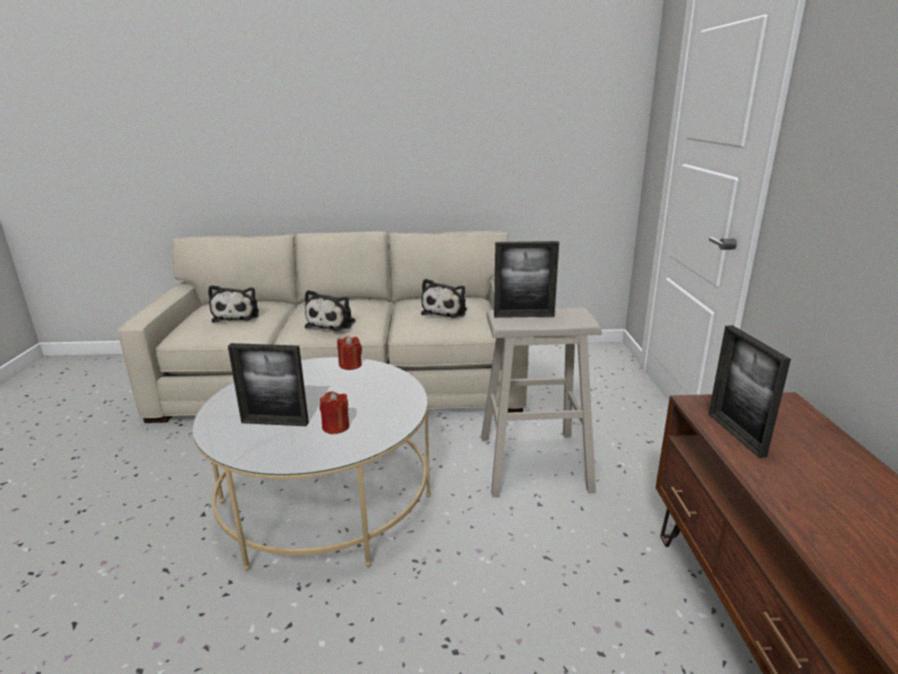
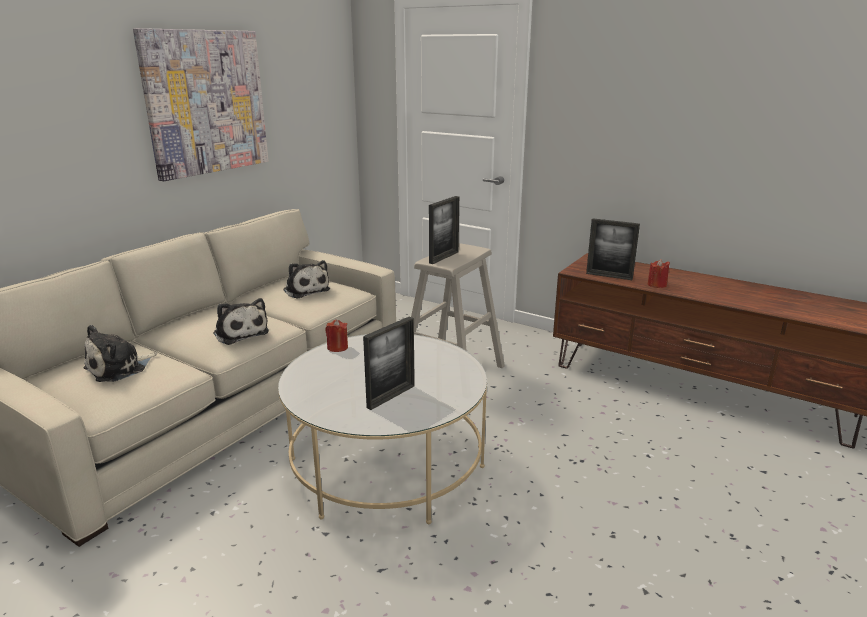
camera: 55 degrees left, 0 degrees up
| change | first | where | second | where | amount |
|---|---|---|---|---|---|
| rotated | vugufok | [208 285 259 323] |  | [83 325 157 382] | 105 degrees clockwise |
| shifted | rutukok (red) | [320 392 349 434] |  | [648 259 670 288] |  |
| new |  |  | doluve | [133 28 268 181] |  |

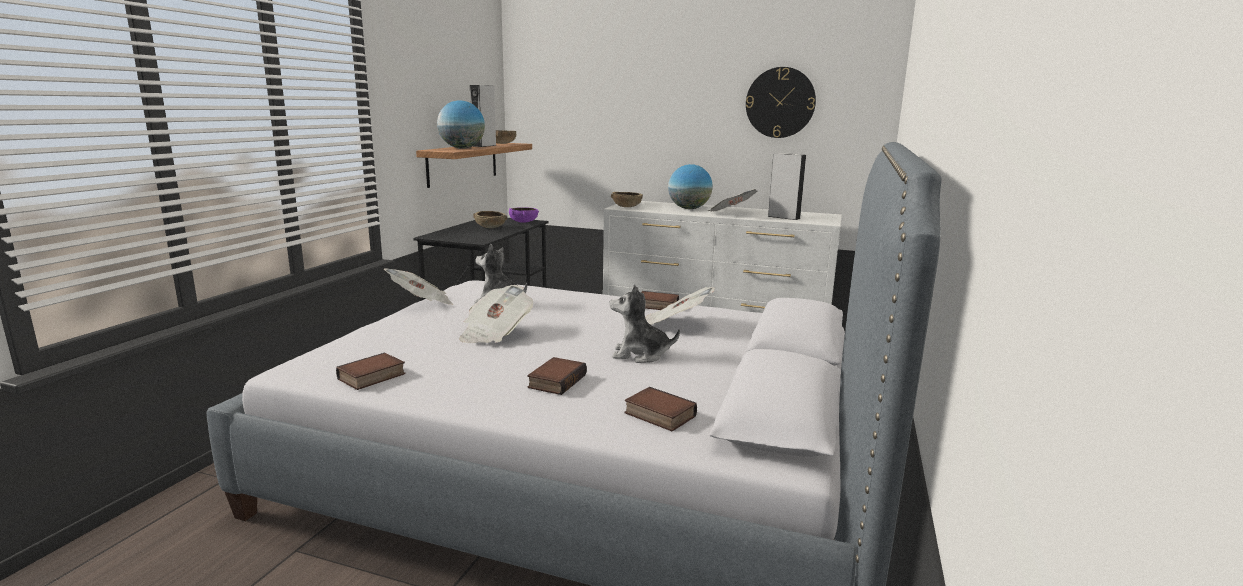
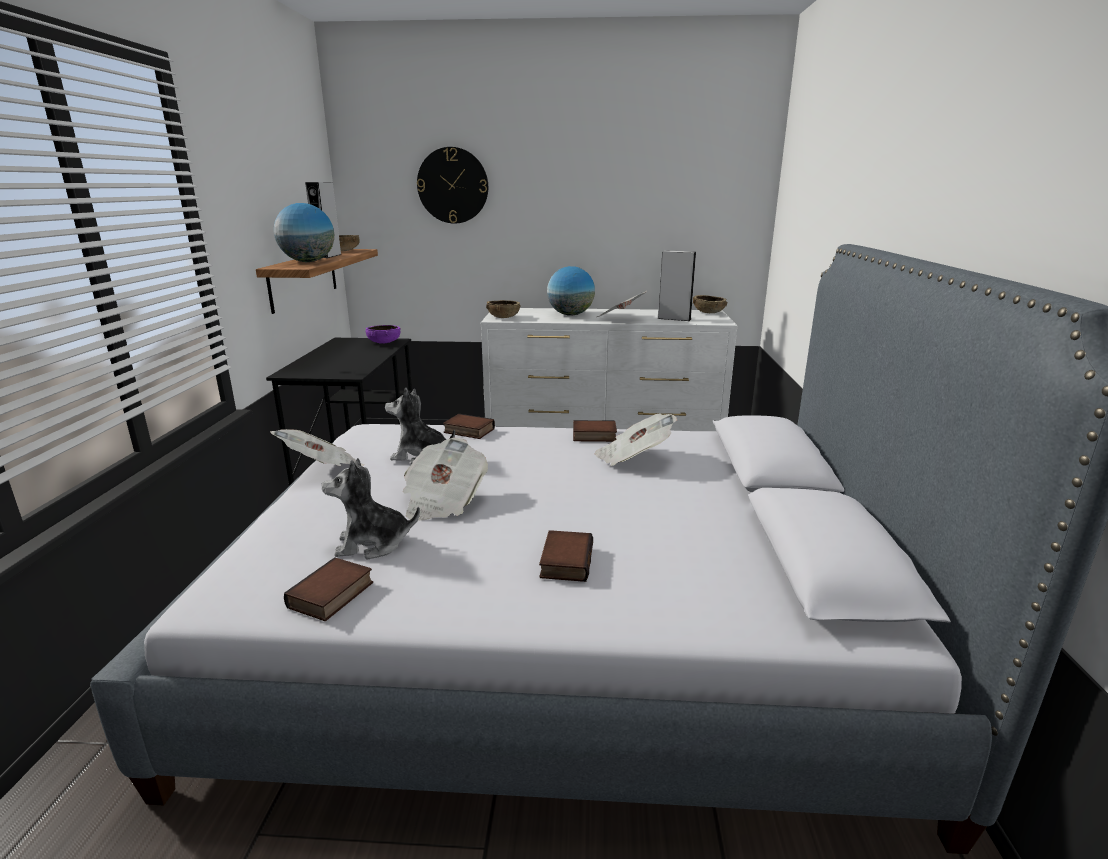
camera: 15 degrees left, 5 degrees up
| change | first | where | second | where | amount |
|---|---|---|---|---|---|
| shifted | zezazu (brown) | [473 211 507 228] |  | [693 295 727 313] |  |
| shifted | vugufok | [609 284 680 363] |  | [322 458 420 559] |  |
| shifted | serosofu | [624 387 697 431] |  | [443 414 495 439] |  |
| shifted | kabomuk | [746 67 816 138] |  | [417 147 488 224] |  |

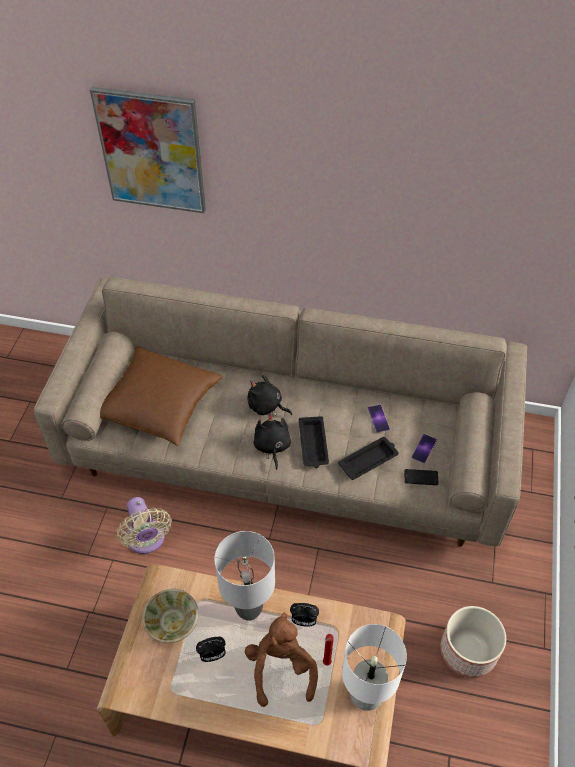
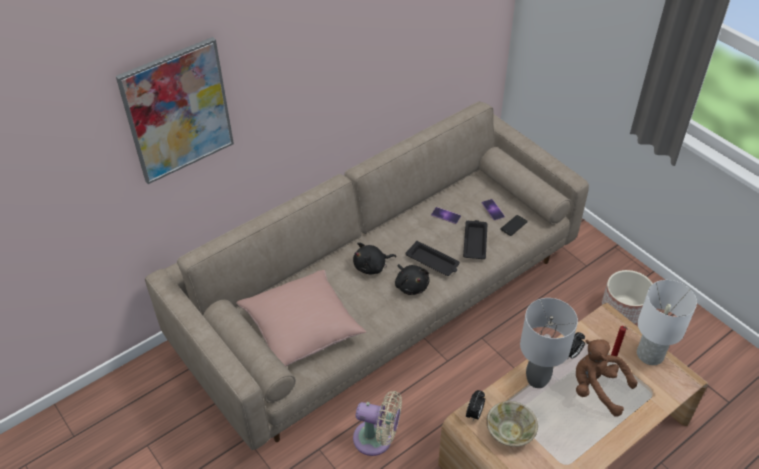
camera: 50 degrees left, 5 degrees down
| change | first | where | second | where | amount |
|---|---|---|---|---|---|
| repainted | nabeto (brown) | [100 346 222 446] | nabeto (pink) | [237 270 366 366] |  |
| shifted | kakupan | [196 637 226 662] |  | [466 390 485 421] |  |
| rotated | vugufok (black) | [253 414 291 470] |  | [395 264 430 295] | 150 degrees counterclockwise |

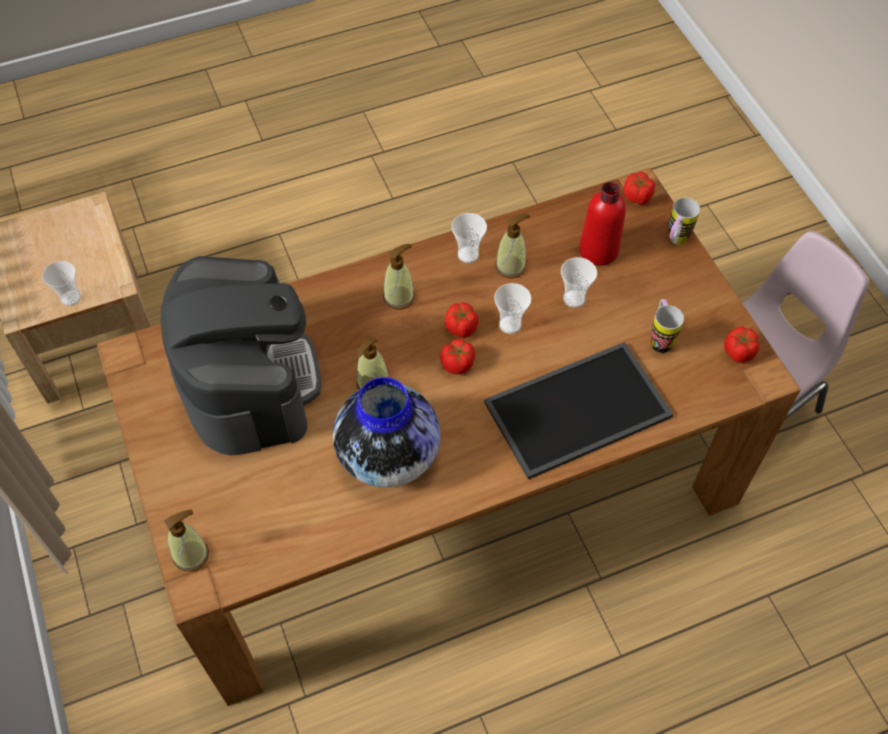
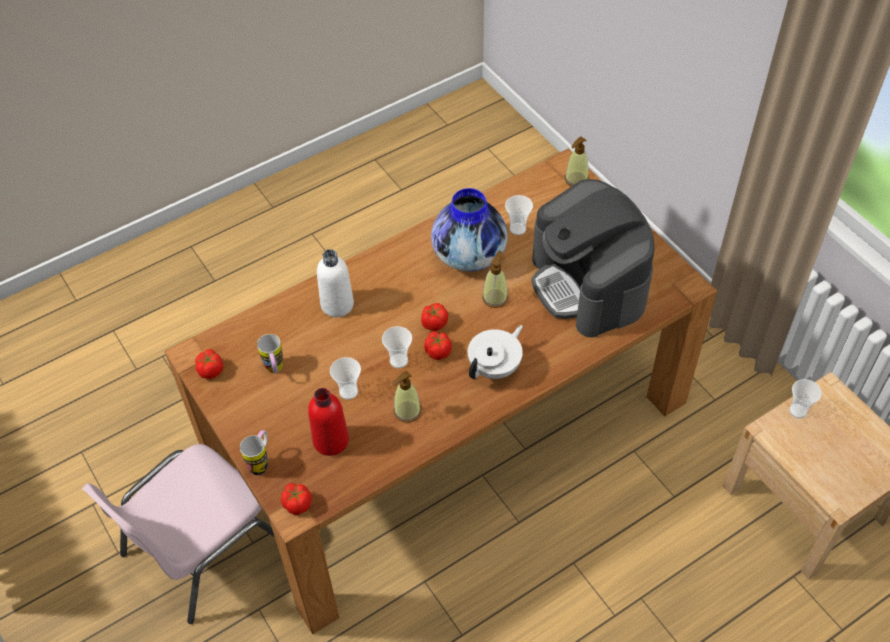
camera: 170 degrees right, 5 degrees down
| change | first | where | second | where | amount |
|---|---|---|---|---|---|
| swapped | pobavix | [383 244 415 310] | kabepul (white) | [468 325 523 379] |  |
| shifted | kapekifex | [451 213 487 263] |  | [505 195 533 235] |  |
| swapped | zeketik | [484 342 674 480] | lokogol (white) | [317 249 354 317] |  |

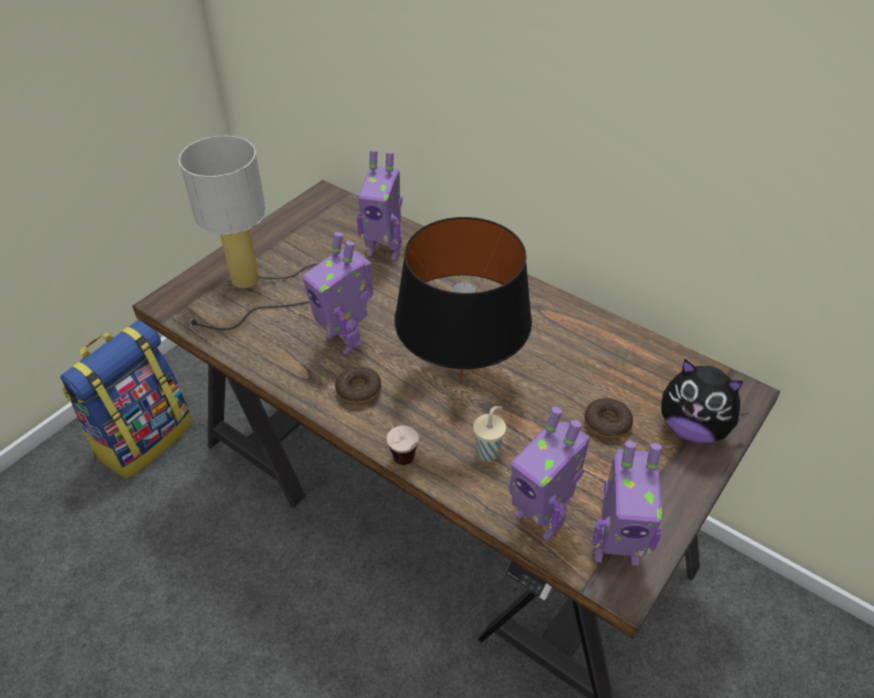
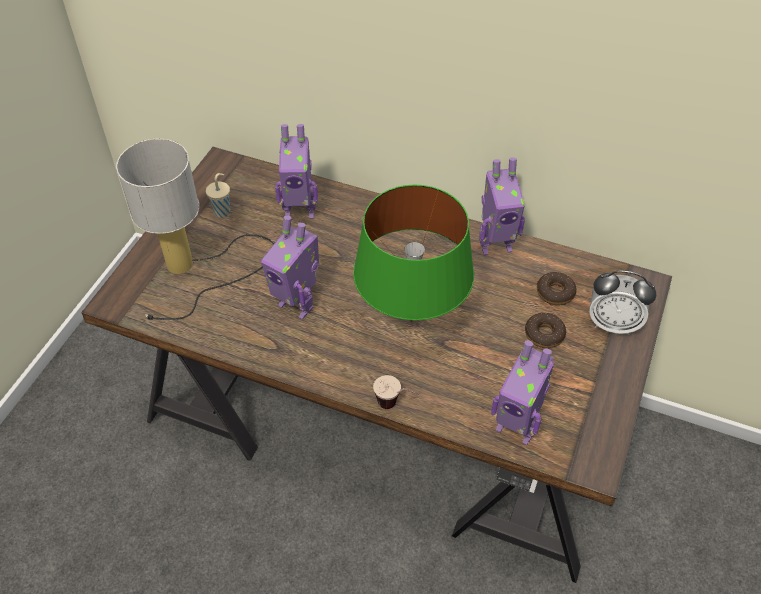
camera: 15 degrees left, 5 degrees up
| change | first | where | second | where | amount |
|---|---|---|---|---|---|
| gone | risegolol | [60 320 193 478] |  |  |  |
| shifted | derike | [335 366 381 405] |  | [537 272 577 306] |  |
| repainted | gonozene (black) | [394 217 532 381] | gonozene (green) | [353 185 474 322] |  |
| shifted | kapekifex (beige) | [473 406 506 462] |  | [206 173 230 218] |  |
| shifted | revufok | [592 441 662 566] |  | [479 157 525 255] |  |
| swapped | vugufok | [661 359 750 444] | kakupan | [589 271 656 335] |  |

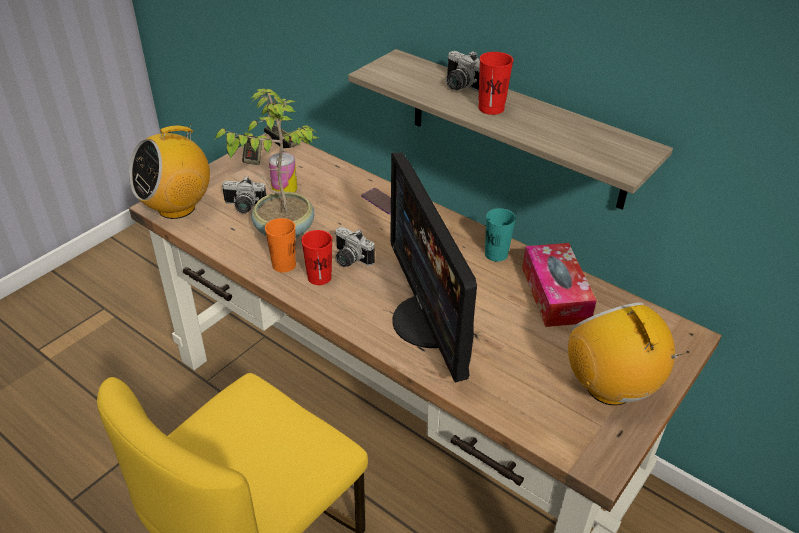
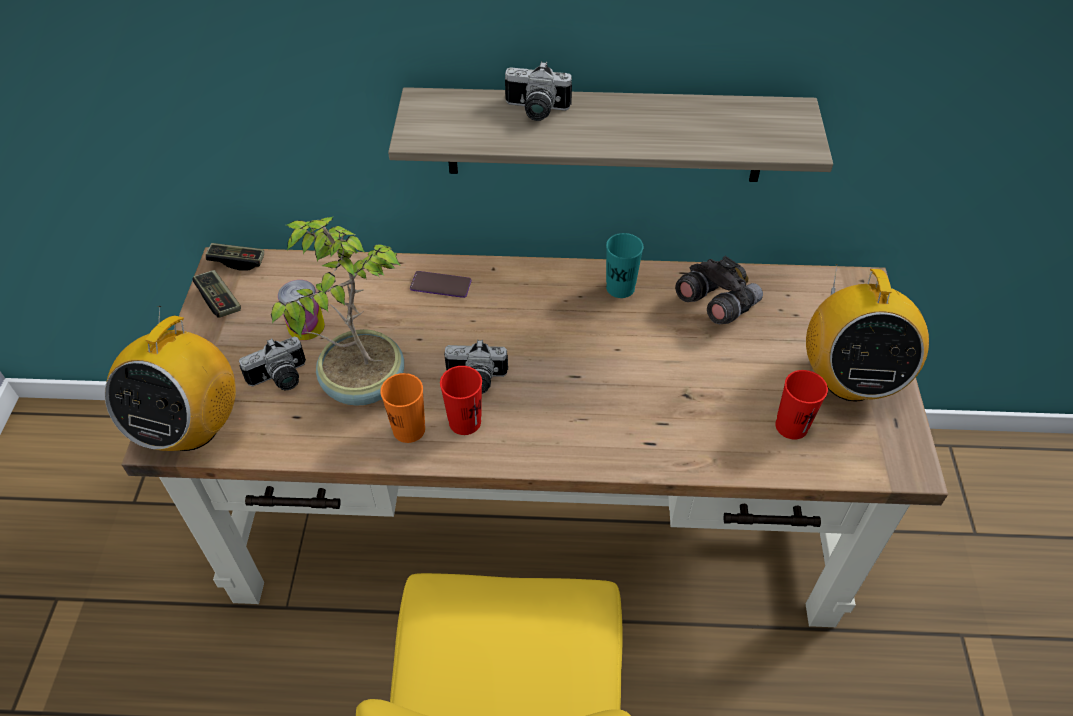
camera: 35 degrees left, 10 degrees up
| change | first | where | second | where | amount |
|---|---|---|---|---|---|
| gone | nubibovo | [390 152 477 382] |  |  |  |
| shifted | kapekifex (red) | [478 52 514 115] |  | [775 370 828 440] |  |
| swapped | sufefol | [522 243 597 327] | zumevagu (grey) | [675 256 763 324] |  |
| rotated | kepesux | [568 302 689 405] |  | [806 264 929 402] | 120 degrees counterclockwise |

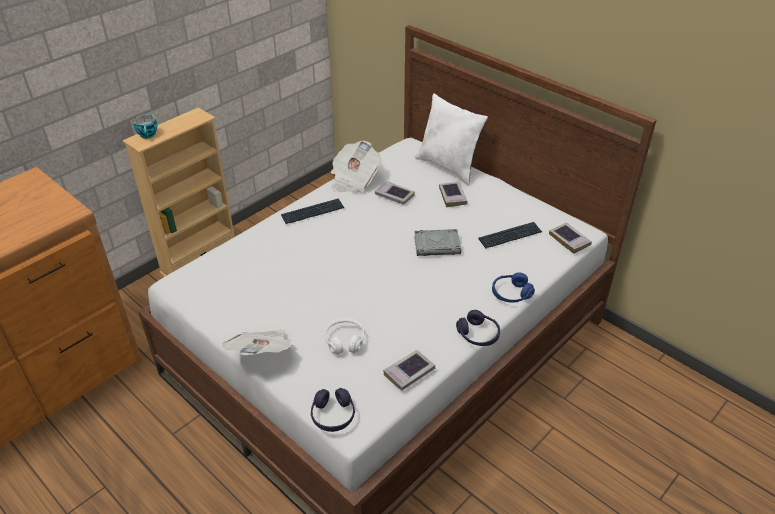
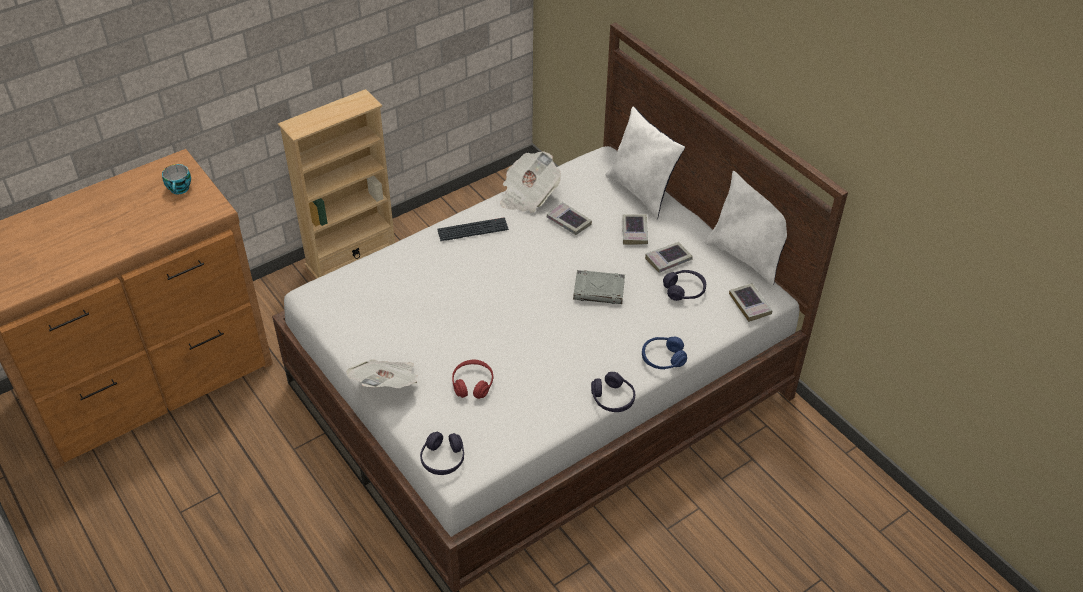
camera: 10 degrees right, 5 degrees up
| change | first | where | second | where | amount |
|---|---|---|---|---|---|
| shifted | kapekifex | [133 114 157 139] |  | [162 164 191 194] |  |
| repainted | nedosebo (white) | [325 318 364 355] | nedosebo (red) | [452 360 494 399] |  |
| shifted | serosofu | [383 350 435 391] |  | [645 242 693 273] |  |
| swapped | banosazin | [478 222 542 249] | nedosebo (purple) | [663 270 706 301] |  |
| new |  |  | nabeto (white) | [704 171 787 286] |  |

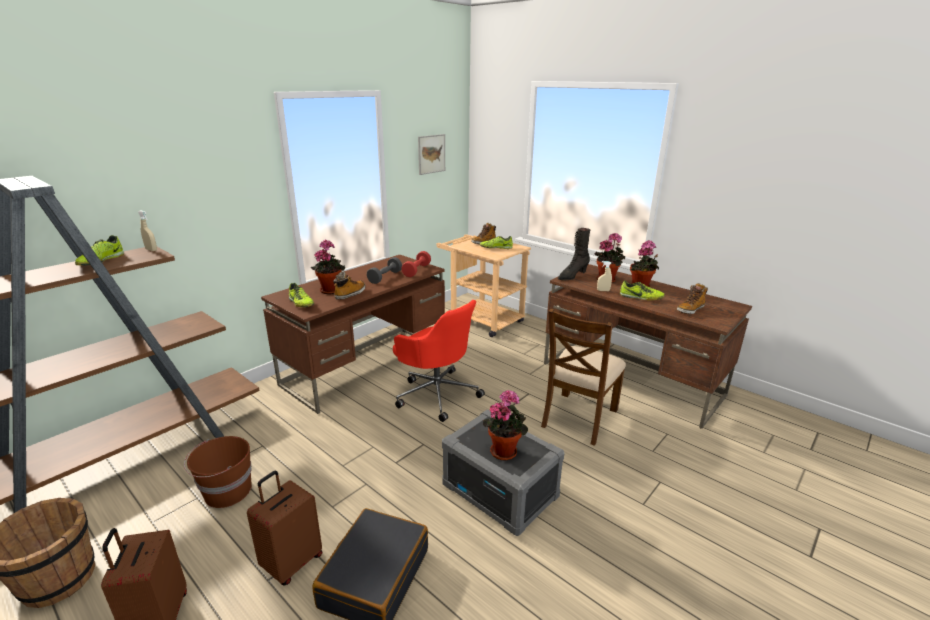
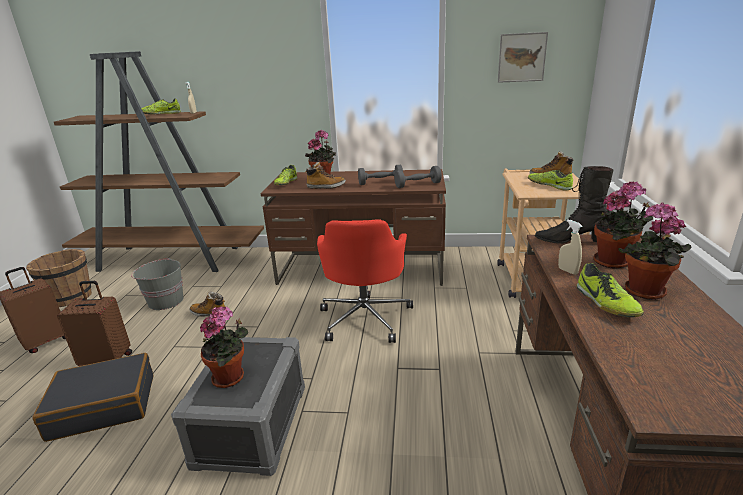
camera: 55 degrees right, 0 degrees up
| change | first | where | second | where | amount |
|---|---|---|---|---|---|
| repainted | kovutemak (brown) | [184 436 252 508] | kovutemak (grey) | [131 258 184 310] |  |
| repainted | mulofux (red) | [401 251 431 277] | mulofux (grey) | [394 166 442 188] |  |
| gone | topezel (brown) | [541 308 626 446] |  |  |  |
| shifted | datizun | [677 283 708 314] |  | [189 291 225 317] |  |

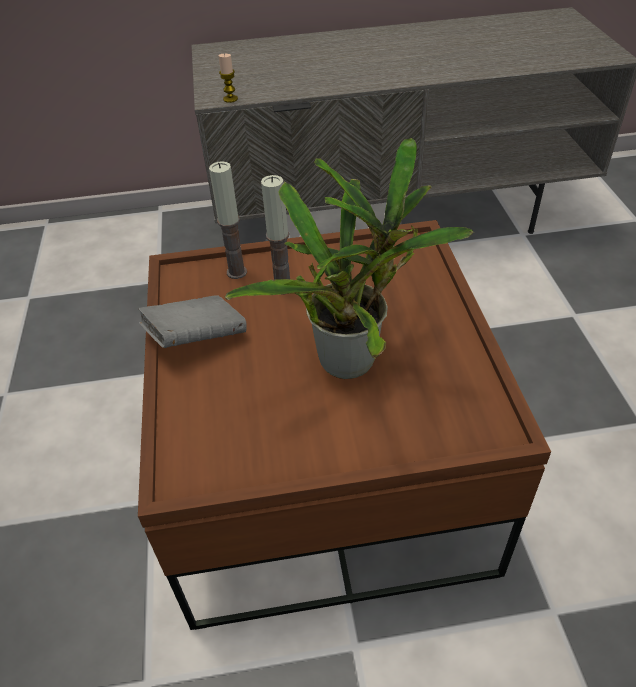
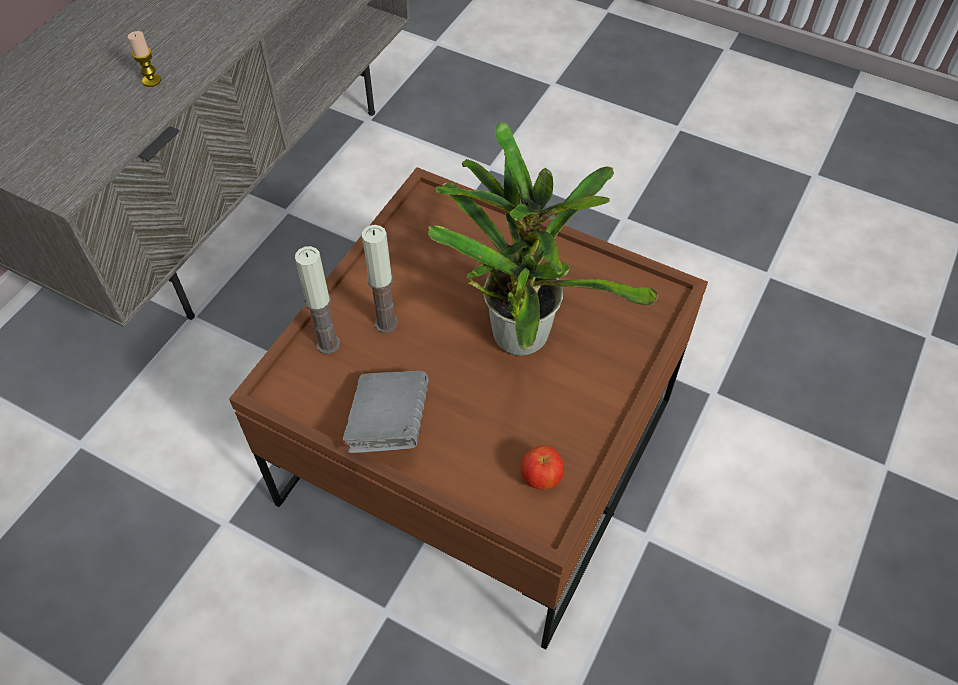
camera: 55 degrees left, 10 degrees up
| change | first | where | second | where | amount |
|---|---|---|---|---|---|
| shifted | rutukok | [218 54 238 103] |  | [127 31 161 87] |  |
| new |  |  | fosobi | [521 445 564 490] |  |

